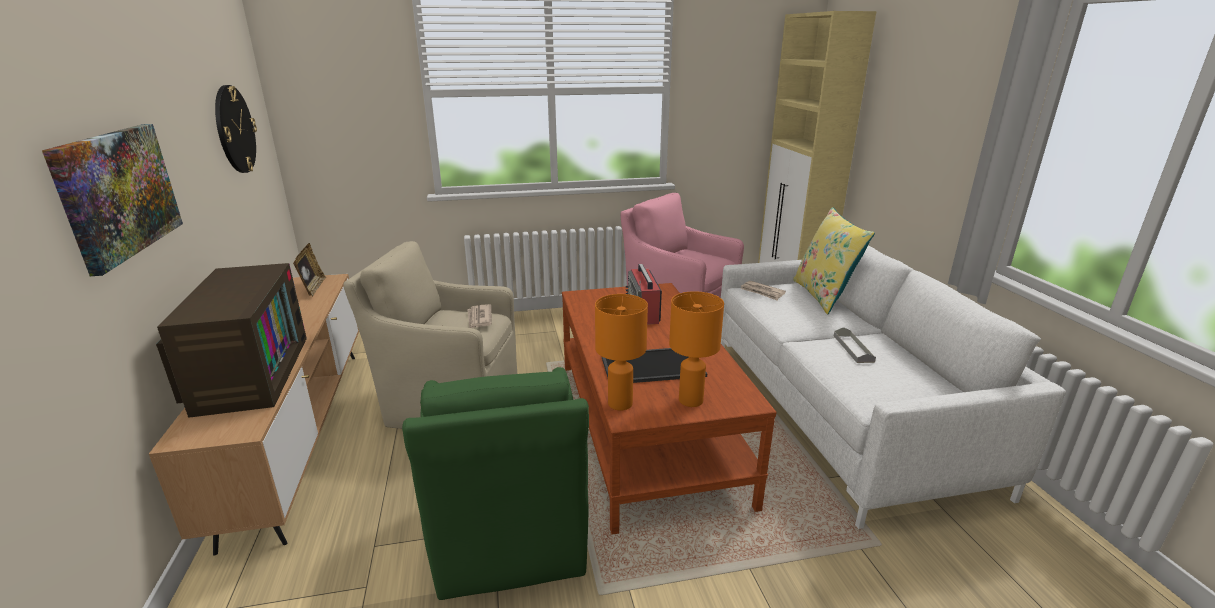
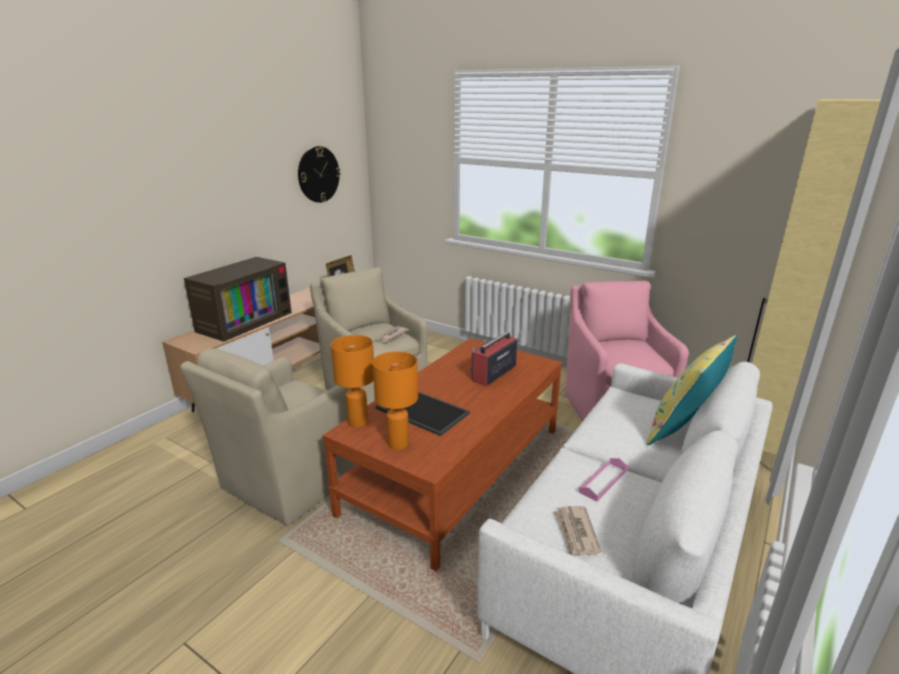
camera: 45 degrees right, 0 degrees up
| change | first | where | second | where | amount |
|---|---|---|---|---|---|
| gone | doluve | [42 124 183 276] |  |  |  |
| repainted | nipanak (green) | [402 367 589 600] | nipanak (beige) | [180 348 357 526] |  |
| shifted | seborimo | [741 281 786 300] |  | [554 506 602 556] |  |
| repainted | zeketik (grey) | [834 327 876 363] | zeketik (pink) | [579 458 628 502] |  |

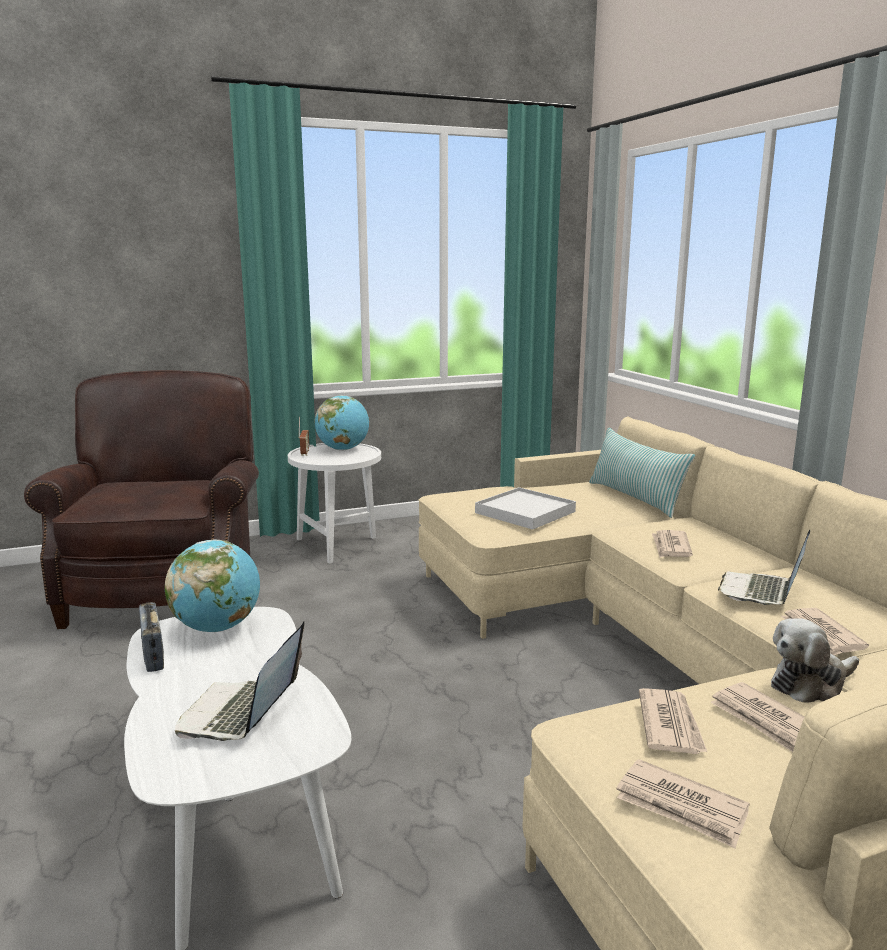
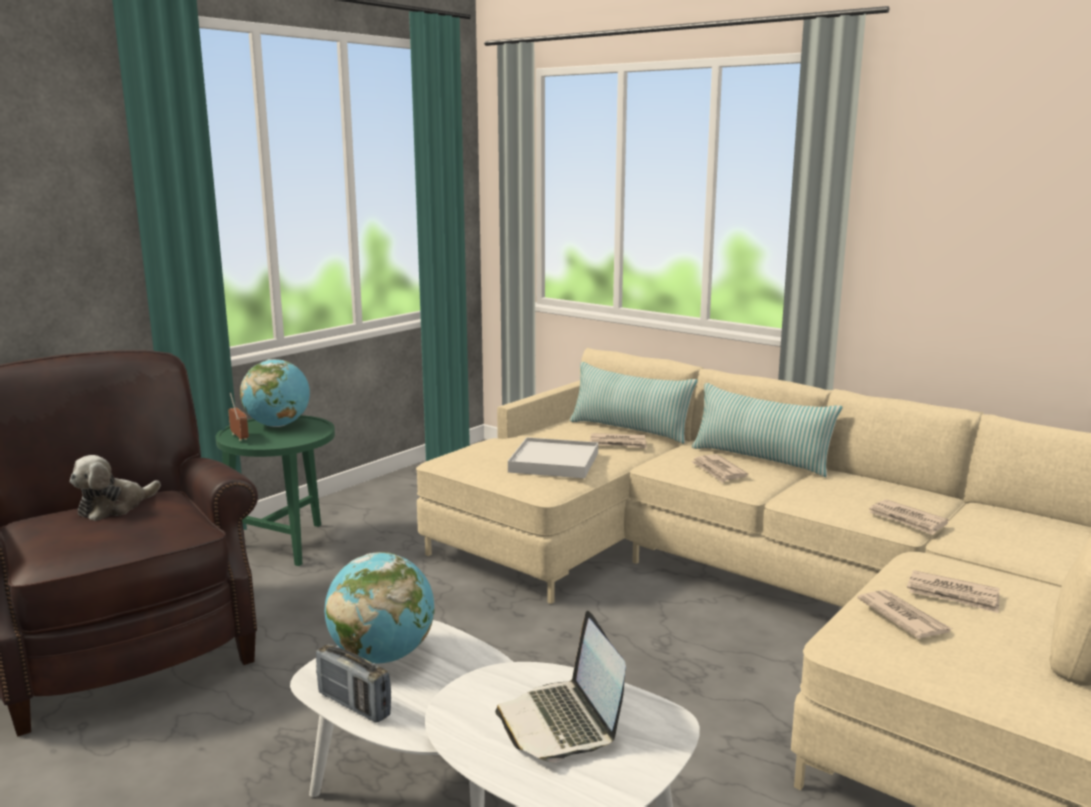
camera: 30 degrees left, 0 degrees up
| change | first | where | second | where | amount |
|---|---|---|---|---|---|
| repainted | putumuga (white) | [288 443 381 564] | putumuga (green) | [216 415 335 566] |  |
| shifted | seborimo | [617 759 750 848] |  | [590 433 647 449] |  |
| gone | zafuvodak | [718 530 810 605] |  |  |  |
| shifted | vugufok | [771 618 859 702] |  | [70 455 161 521] |  |
| new |  |  | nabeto | [692 383 842 477] |  |

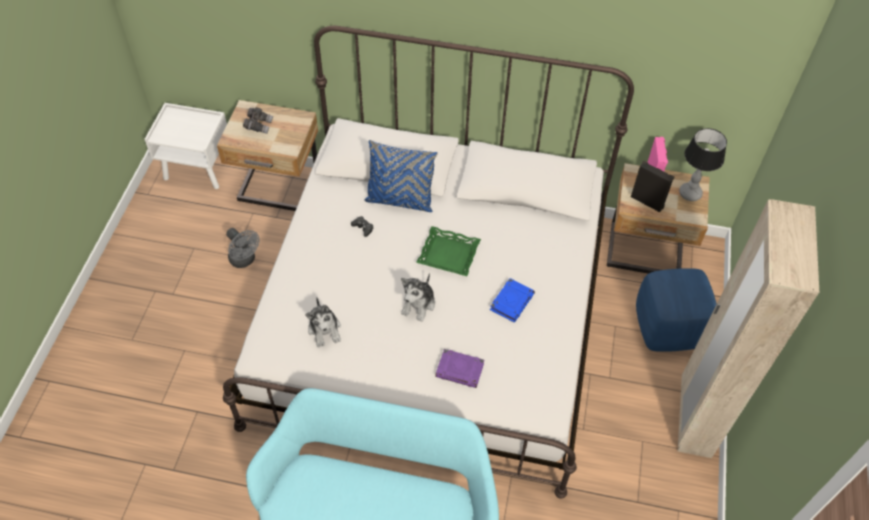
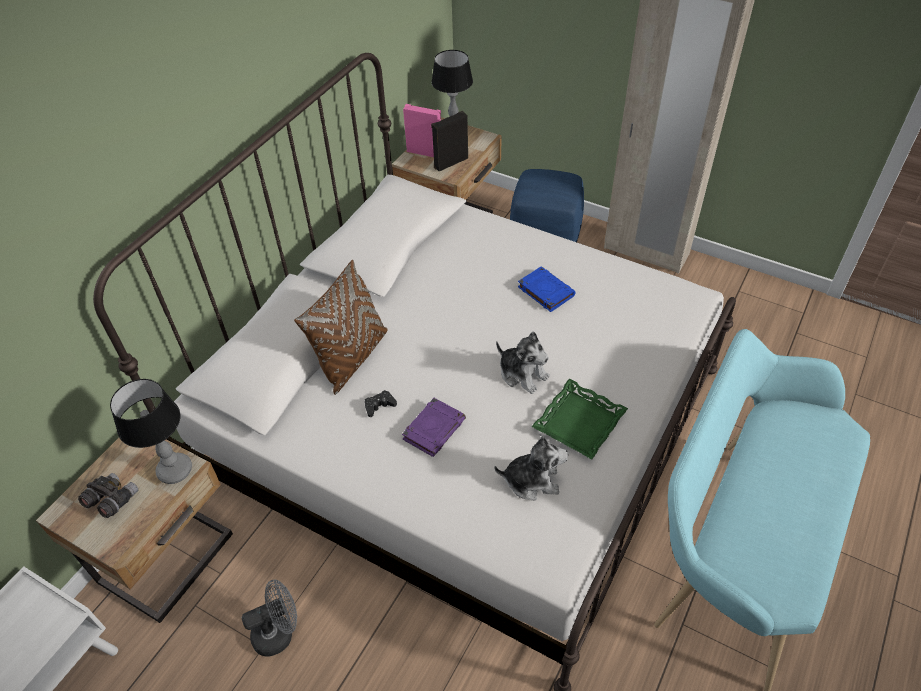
camera: 70 degrees left, 5 degrees down
| change | first | where | second | where | amount |
|---|---|---|---|---|---|
| repainted | nabeto (blue) | [364 140 438 212] | nabeto (brown) | [294 260 388 395] |  |
| shifted | zeketik (green) | [416 226 481 276] |  | [532 378 628 459] |  |
| shifted | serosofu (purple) | [435 349 484 388] |  | [402 398 466 457] |  |
| new |  |  | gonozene | [110 379 192 484] |  |

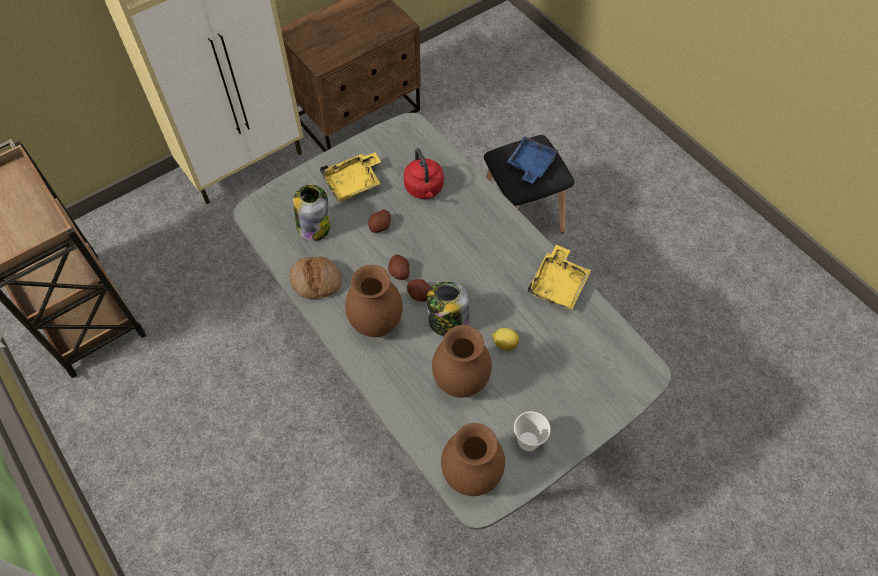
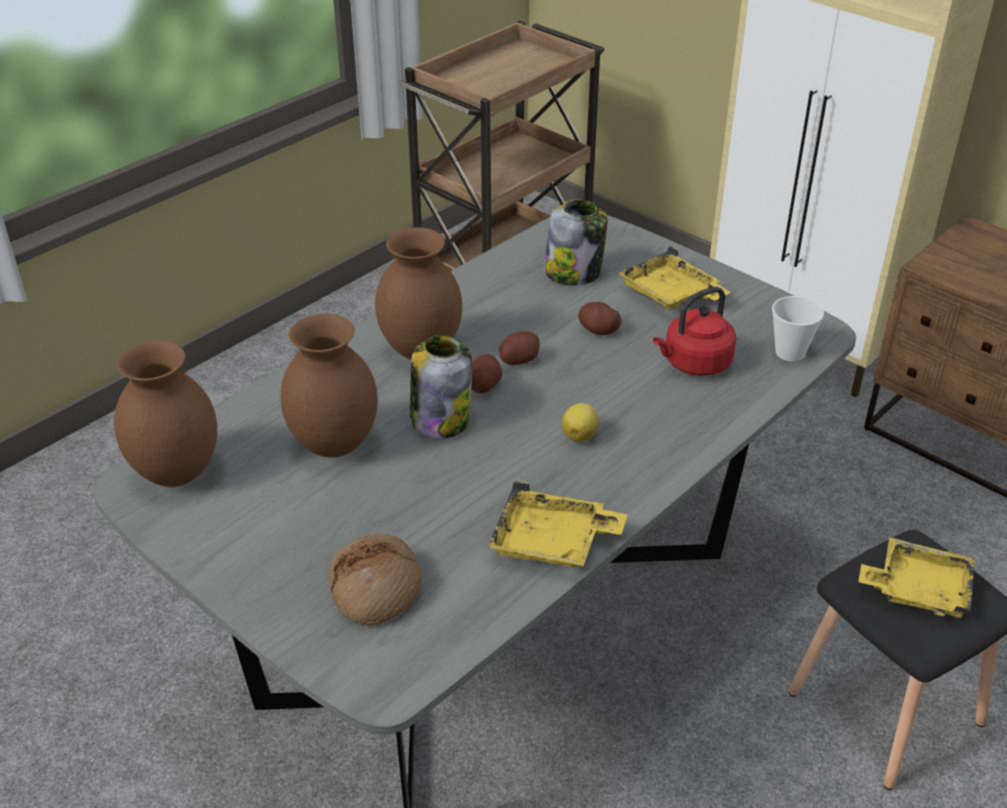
camera: 80 degrees right, 20 degrees down
| change | first | where | second | where | amount |
|---|---|---|---|---|---|
| shifted | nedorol | [289 256 342 299] |  | [328 533 422 626] |  |
| shifted | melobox | [492 328 519 351] |  | [562 403 599 443] |  |
| repainted | zeketik (blue) | [507 136 558 184] | zeketik (yellow) | [858 537 974 618] |  |
| shifted | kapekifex | [514 411 551 451] |  | [772 296 824 362] |  |

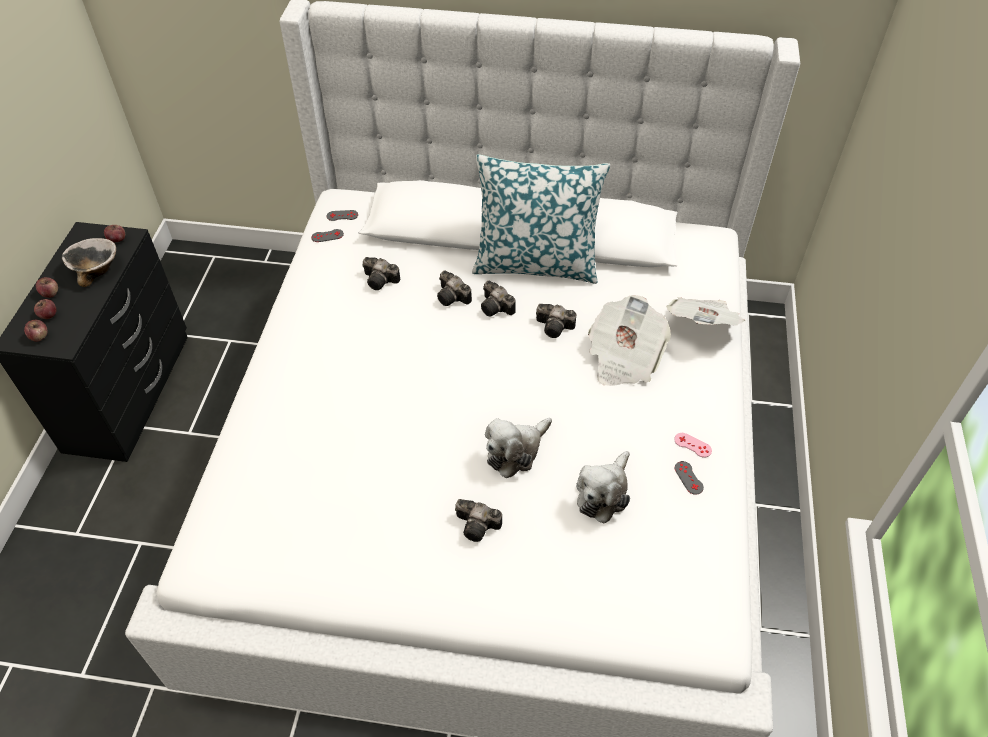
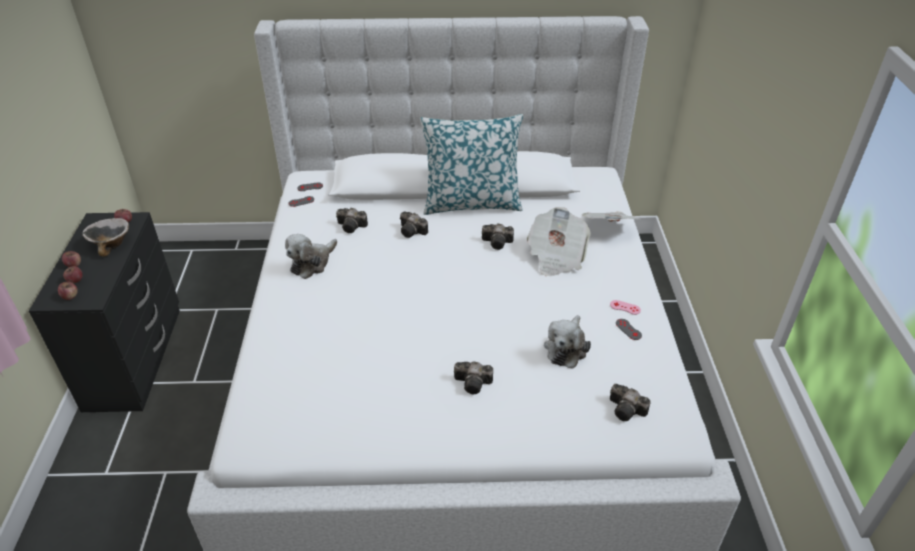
camera: 10 degrees left, 10 degrees down
| change | first | where | second | where | amount |
|---|---|---|---|---|---|
| shifted | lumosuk | [481 280 516 316] |  | [610 384 651 421] |  |
| shifted | vugufok | [485 418 552 478] |  | [285 234 337 279] |  |

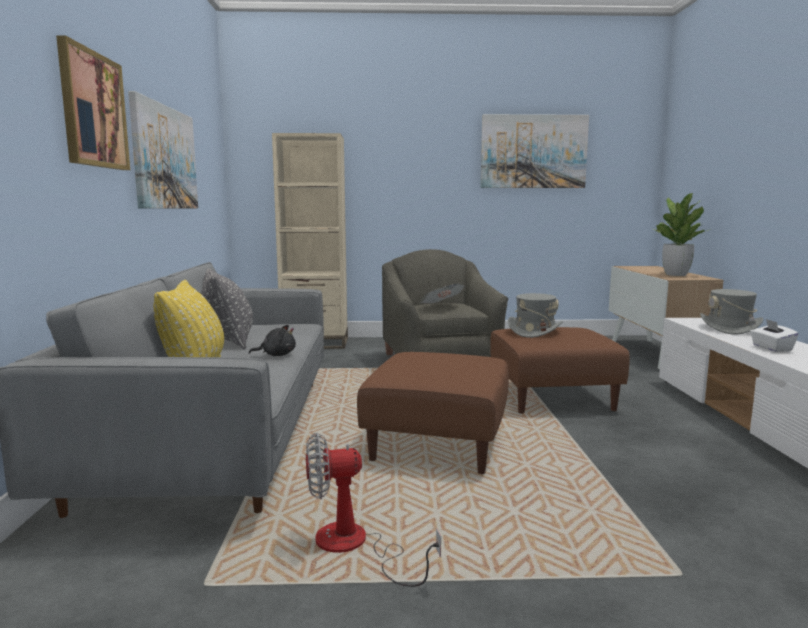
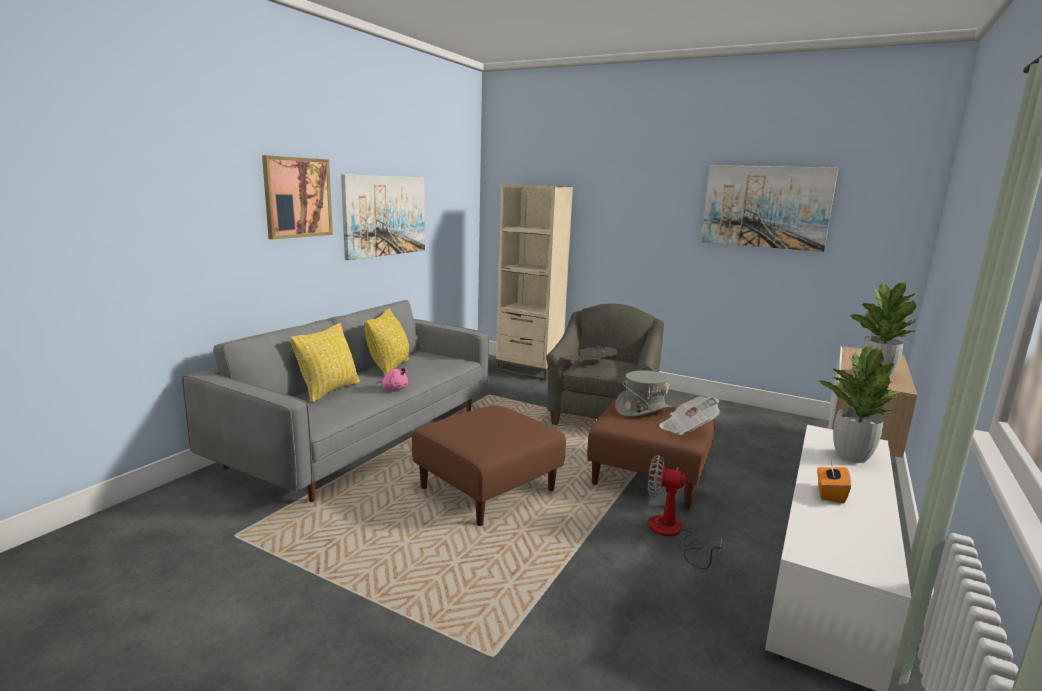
camera: 30 degrees right, 5 degrees up
| change | first | where | second | where | amount |
|---|---|---|---|---|---|
| repainted | nabeto (grey) | [201 268 253 349] | nabeto (yellow) | [365 308 409 375] |  |
| repainted | vugufok (black) | [249 325 296 356] | vugufok (pink) | [377 367 408 390] |  |
| shifted | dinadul | [306 433 441 587] |  | [648 455 722 569] |  |
| swapped | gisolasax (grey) | [700 289 763 334] | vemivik | [818 345 901 463] |  |
| repainted | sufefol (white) | [750 319 799 352] | sufefol (orange) | [817 461 851 503] |  |
| new |  |  | seborimo | [659 396 720 435] |  |

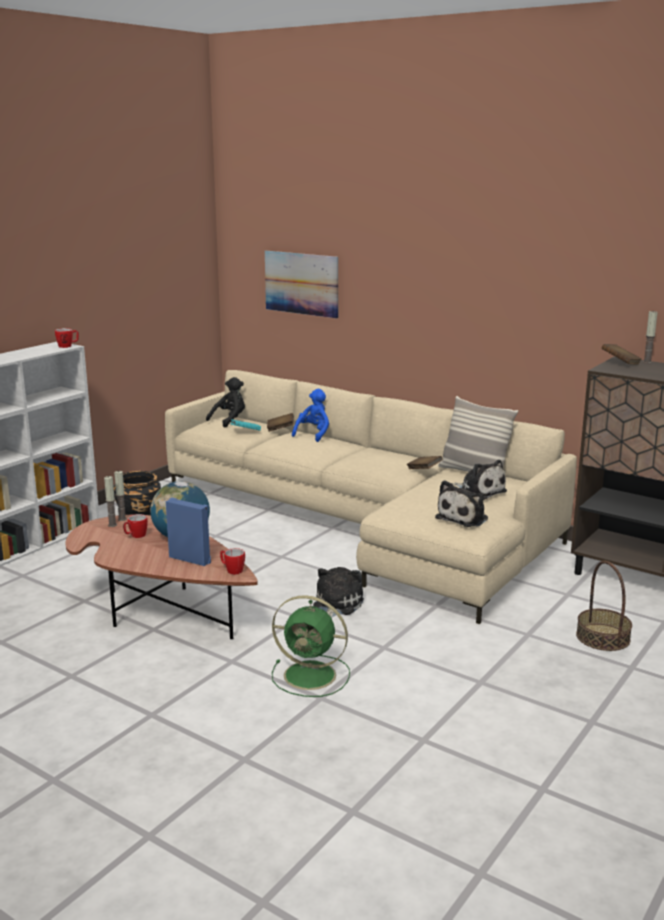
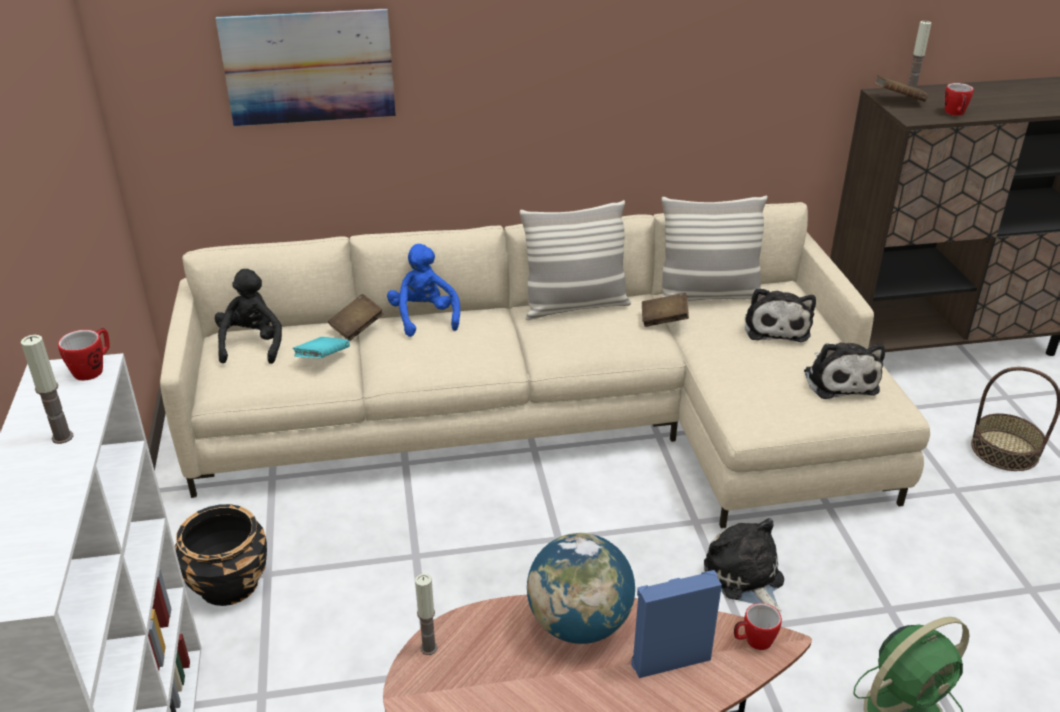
camera: 45 degrees left, 15 degrees up
| change | first | where | second | where | amount |
|---|---|---|---|---|---|
| shifted | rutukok | [104 476 117 527] |  | [21 335 73 444] |  |
| shifted | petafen | [123 514 148 538] |  | [945 83 974 116] |  |
| rotated | vugufok | [452 460 507 500] |  | [745 288 816 342] | 90 degrees clockwise |
| new |  |  | nabeto | [519 200 631 320] |  |

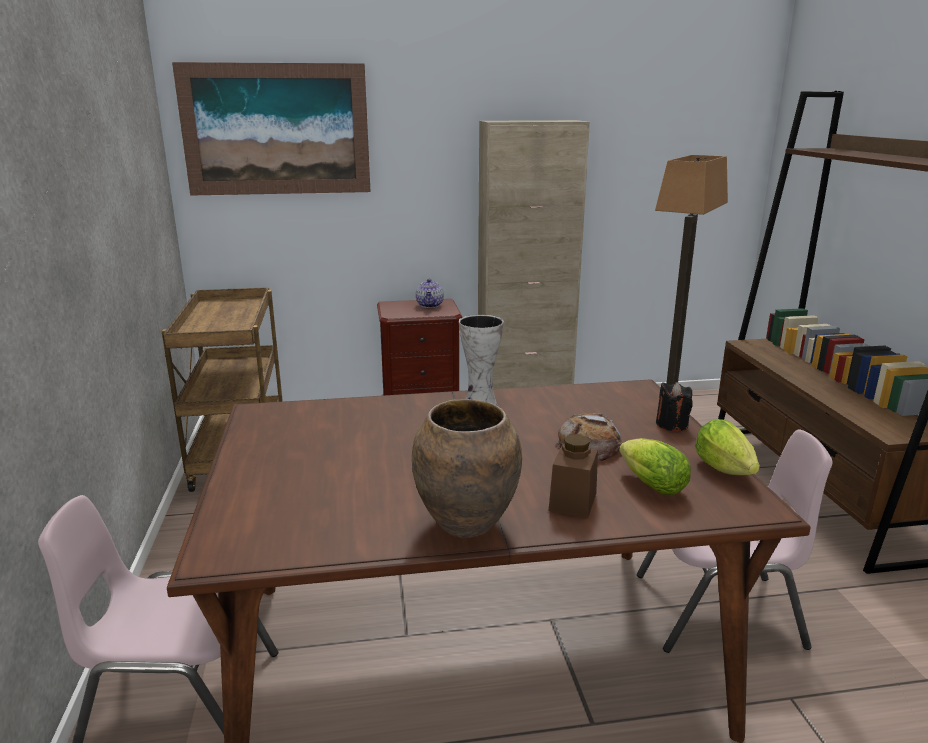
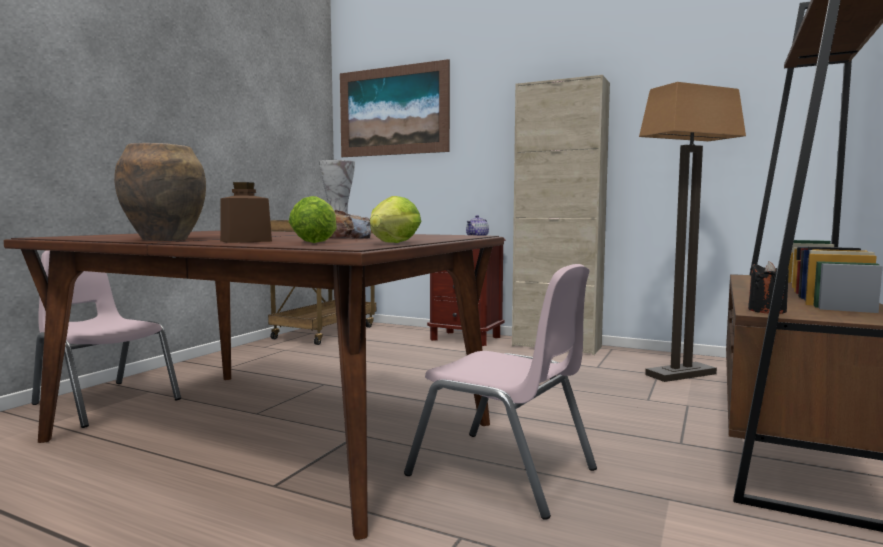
camera: 35 degrees right, 15 degrees down
| change | first | where | second | where | amount |
|---|---|---|---|---|---|
| shifted | rutukok (black) | [656 382 692 431] |  | [748 261 789 314] |  |

